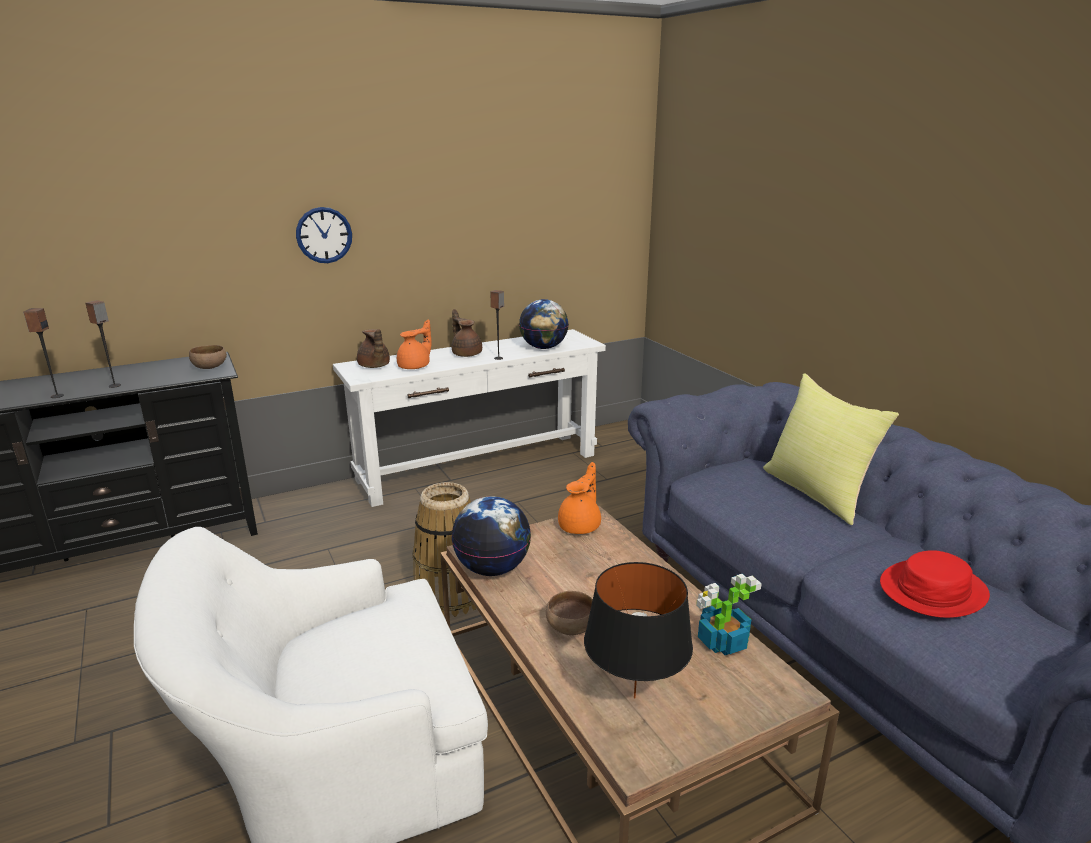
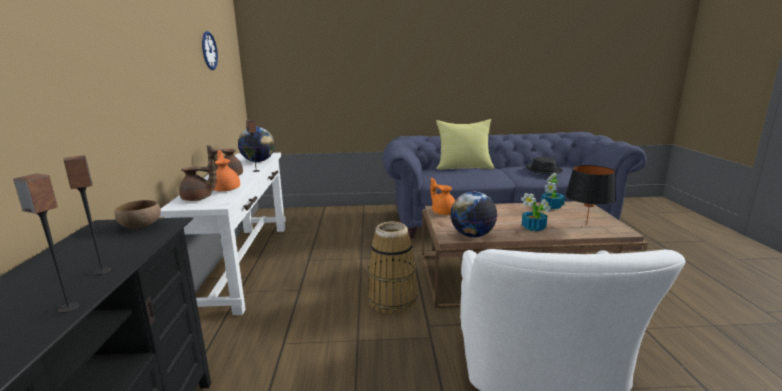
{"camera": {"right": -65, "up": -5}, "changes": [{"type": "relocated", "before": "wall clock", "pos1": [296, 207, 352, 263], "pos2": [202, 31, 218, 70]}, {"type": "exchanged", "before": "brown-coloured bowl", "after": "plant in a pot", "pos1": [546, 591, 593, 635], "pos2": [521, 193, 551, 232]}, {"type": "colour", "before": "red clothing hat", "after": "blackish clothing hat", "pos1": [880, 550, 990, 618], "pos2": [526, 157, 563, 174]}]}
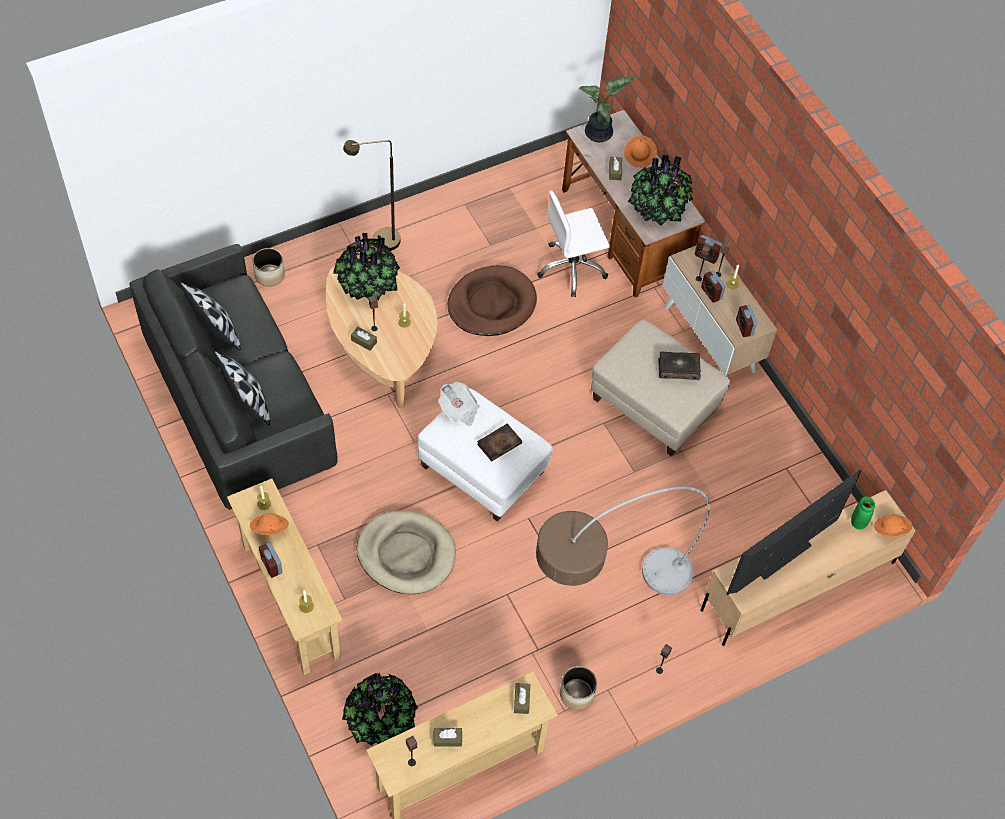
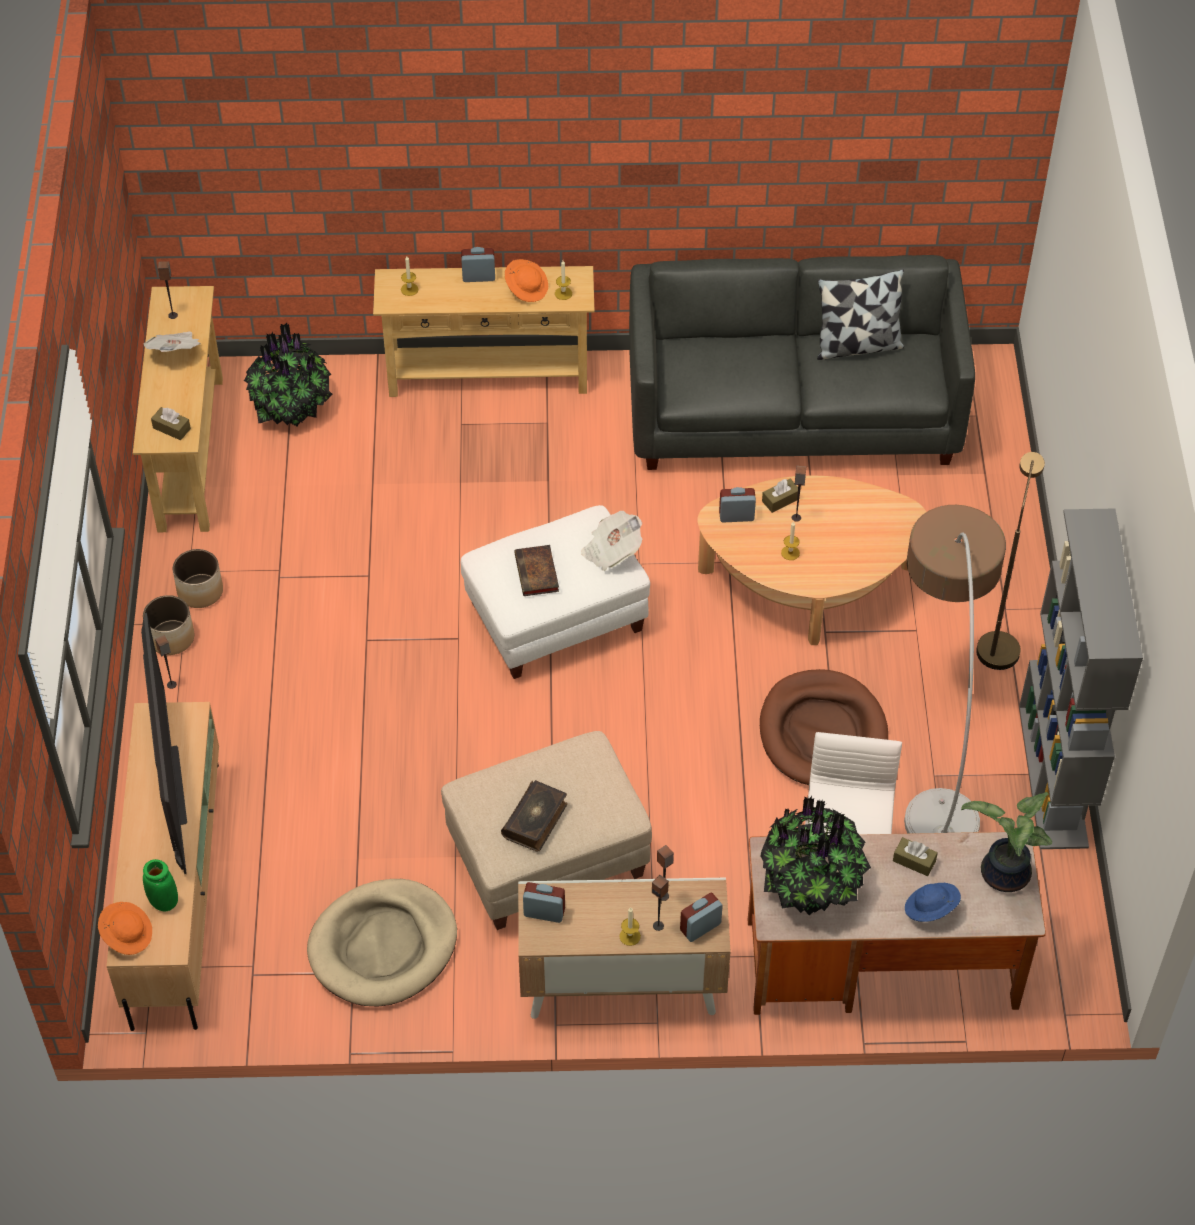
{"camera": {"right": 120, "up": -5}, "changes": [{"type": "exchanged", "before": "brown-coloured tissue holder", "after": "daily paper", "pos1": [434, 728, 462, 747], "pos2": [143, 331, 201, 352]}, {"type": "relocated", "before": "planter", "pos1": [253, 248, 285, 287], "pos2": [143, 595, 194, 655]}, {"type": "relocated", "before": "beige dog cushion", "pos1": [357, 511, 456, 594], "pos2": [307, 879, 457, 1007]}, {"type": "relocated", "before": "bedside clock", "pos1": [701, 270, 726, 303], "pos2": [719, 487, 756, 522]}, {"type": "relocated", "before": "standard lamp", "pos1": [536, 486, 710, 595], "pos2": [904, 505, 1006, 834]}, {"type": "colour", "before": "orange-coloured clothing hat", "after": "blue-coloured clothing hat", "pos1": [624, 135, 657, 168], "pos2": [905, 883, 961, 922]}, {"type": "appeared", "after": "grey bookshelf", "pos2": [1019, 509, 1143, 849]}, {"type": "missing", "before": "throw pillow", "pos1": [215, 351, 270, 425]}, {"type": "missing", "before": "plant in a pot", "pos1": [333, 232, 400, 300]}]}
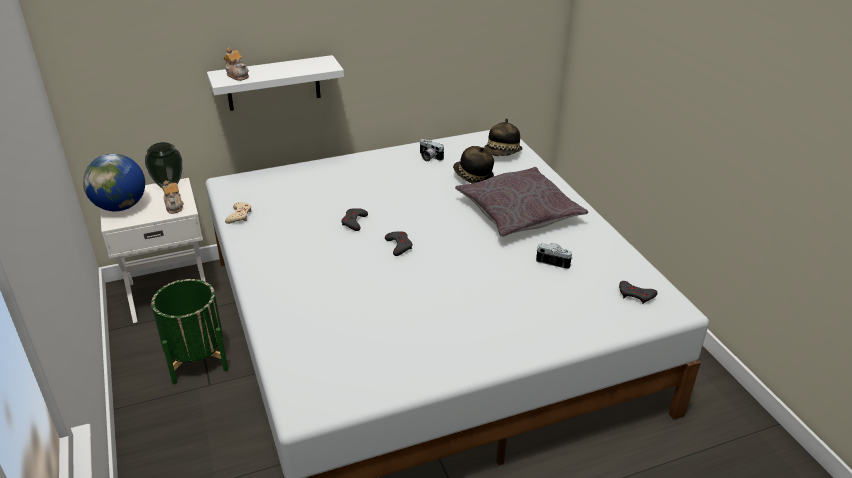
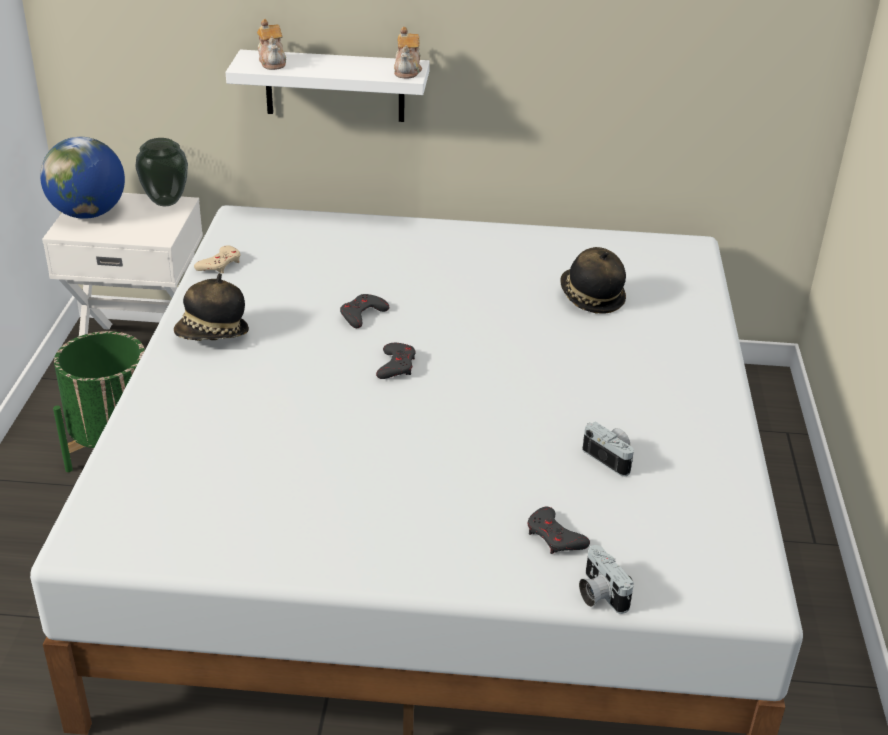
{"camera": {"right": 25, "up": 0}, "changes": [{"type": "relocated", "before": "clothing hat", "pos1": [484, 118, 522, 156], "pos2": [174, 273, 249, 341]}, {"type": "relocated", "before": "tea pot", "pos1": [162, 181, 184, 214], "pos2": [394, 27, 422, 78]}, {"type": "relocated", "before": "grey joypad", "pos1": [619, 281, 657, 304], "pos2": [527, 507, 590, 554]}, {"type": "relocated", "before": "photo camera", "pos1": [420, 139, 444, 162], "pos2": [579, 545, 634, 614]}, {"type": "missing", "before": "grey throw pillow", "pos1": [455, 167, 588, 237]}]}
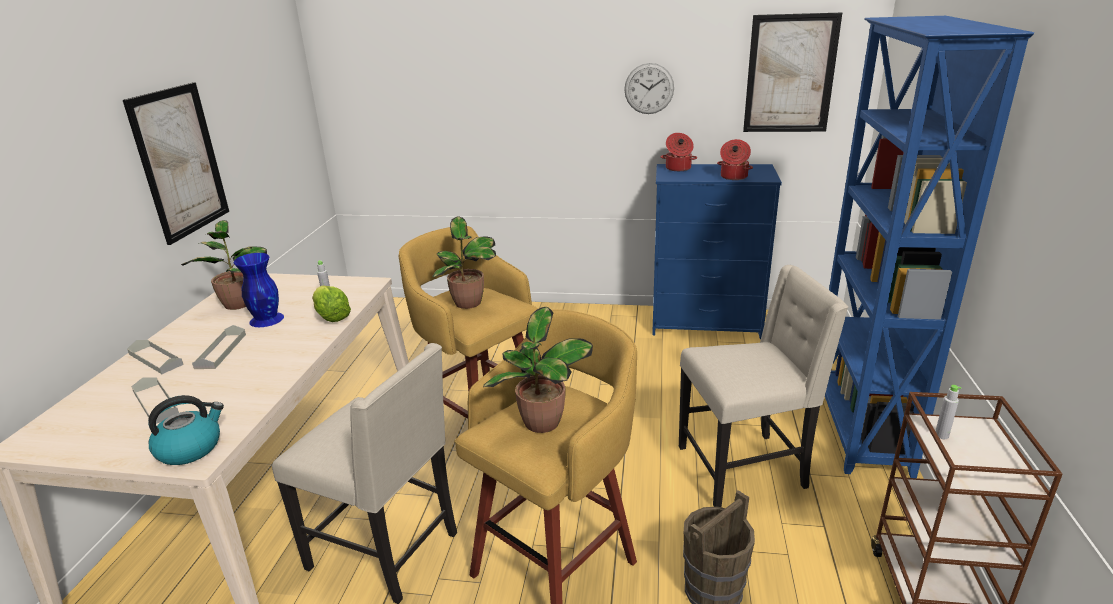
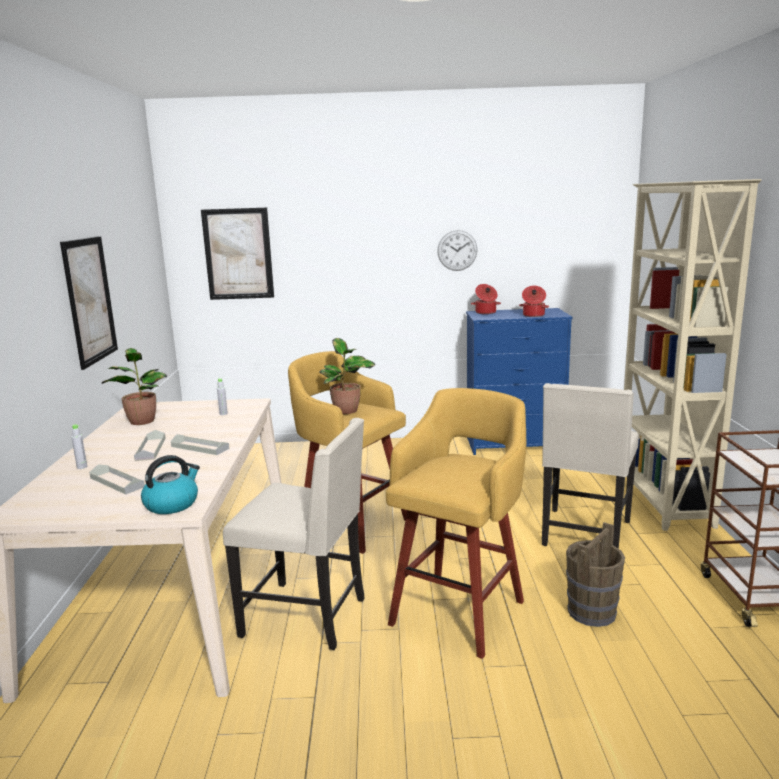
{"camera": {"right": -10, "up": -10}, "changes": [{"type": "relocated", "before": "grey bottle", "pos1": [935, 385, 961, 439], "pos2": [71, 424, 87, 469]}, {"type": "relocated", "before": "grey carrying tray", "pos1": [127, 340, 184, 374], "pos2": [171, 434, 229, 455]}, {"type": "relocated", "before": "wall picture", "pos1": [743, 13, 842, 132], "pos2": [201, 208, 274, 300]}, {"type": "spun", "before": "beige chair", "pos1": [679, 265, 849, 507], "pos2": [542, 383, 639, 549], "turn": 135}, {"type": "colour", "before": "blue-coloured bookshelf", "after": "beige bookshelf", "pos1": [825, 16, 1034, 478], "pos2": [624, 179, 762, 531]}, {"type": "missing", "before": "blue-coloured vase", "pos1": [234, 253, 284, 327]}, {"type": "missing", "before": "lettuce head", "pos1": [312, 286, 351, 322]}, {"type": "missing", "before": "plant in a pot", "pos1": [483, 307, 593, 433]}]}
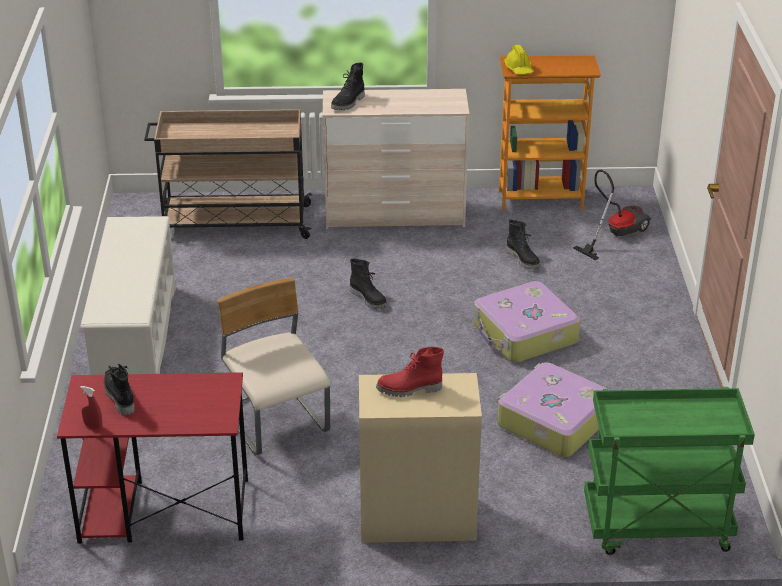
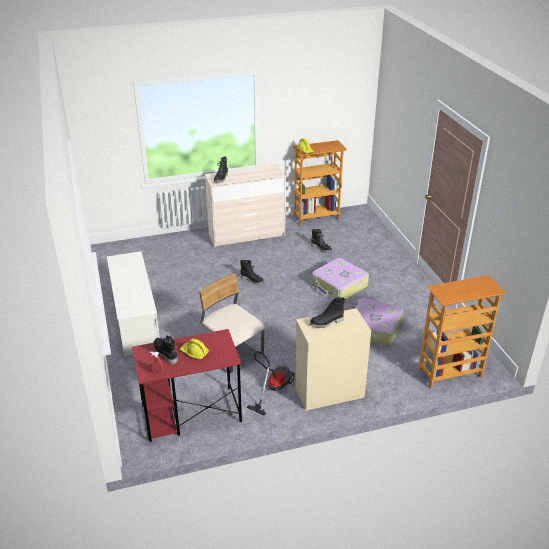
{"camera": {"right": -15, "up": 0}, "changes": [{"type": "appeared", "after": "yellowish safety helmet", "pos2": [180, 339, 209, 360]}, {"type": "relocated", "before": "vacuum", "pos1": [573, 169, 651, 260], "pos2": [247, 351, 295, 416]}, {"type": "colour", "before": "red tall boot", "after": "blackish tall boot", "pos1": [376, 347, 444, 397], "pos2": [310, 297, 345, 328]}, {"type": "exchanged", "before": "greenish trolley", "after": "bookshelf", "pos1": [584, 387, 755, 555], "pos2": [418, 275, 506, 389]}, {"type": "missing", "before": "beige trolley", "pos1": [144, 109, 313, 239]}]}
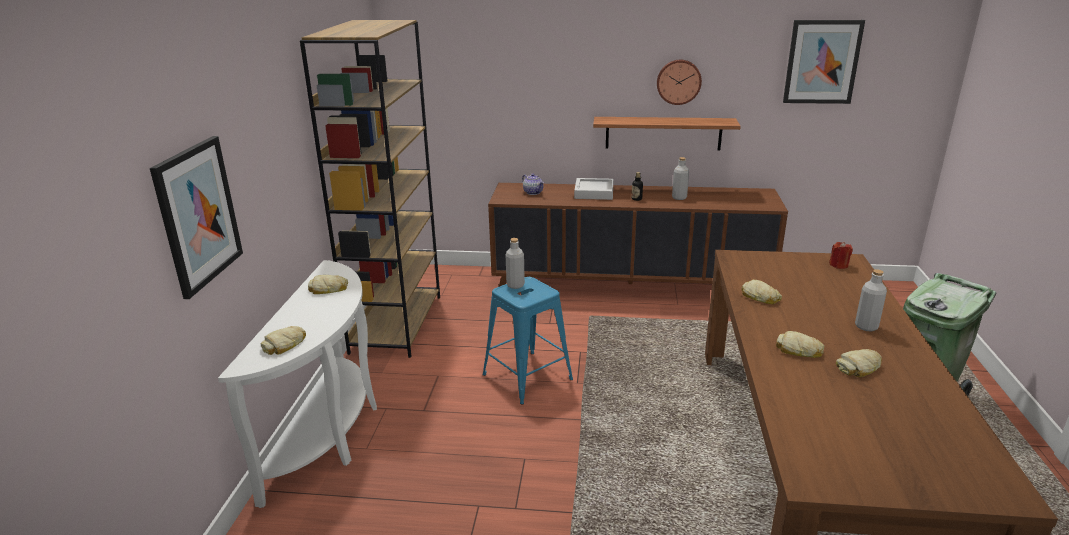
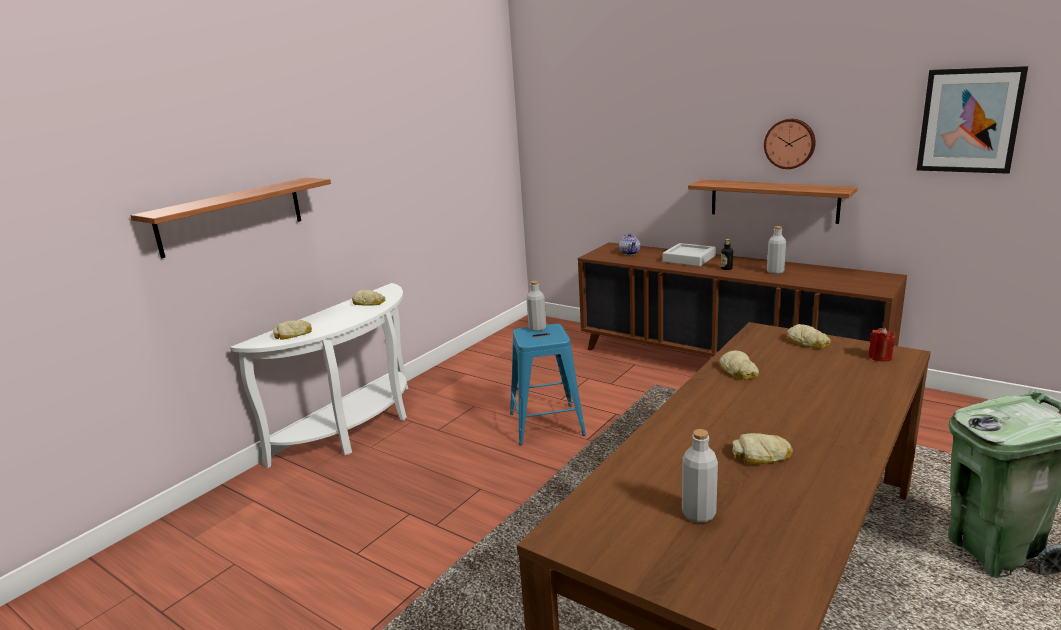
{"camera": {"right": 30, "up": -5}, "changes": [{"type": "exchanged", "before": "wall picture", "after": "bracket shelf", "pos1": [150, 136, 243, 299], "pos2": [130, 178, 331, 258]}, {"type": "relocated", "before": "grey bottle", "pos1": [855, 269, 887, 331], "pos2": [682, 429, 718, 523]}, {"type": "relocated", "before": "baked bread", "pos1": [776, 331, 825, 358], "pos2": [787, 324, 831, 349]}, {"type": "missing", "before": "brown-coloured bookshelf", "pos1": [300, 20, 440, 358]}]}
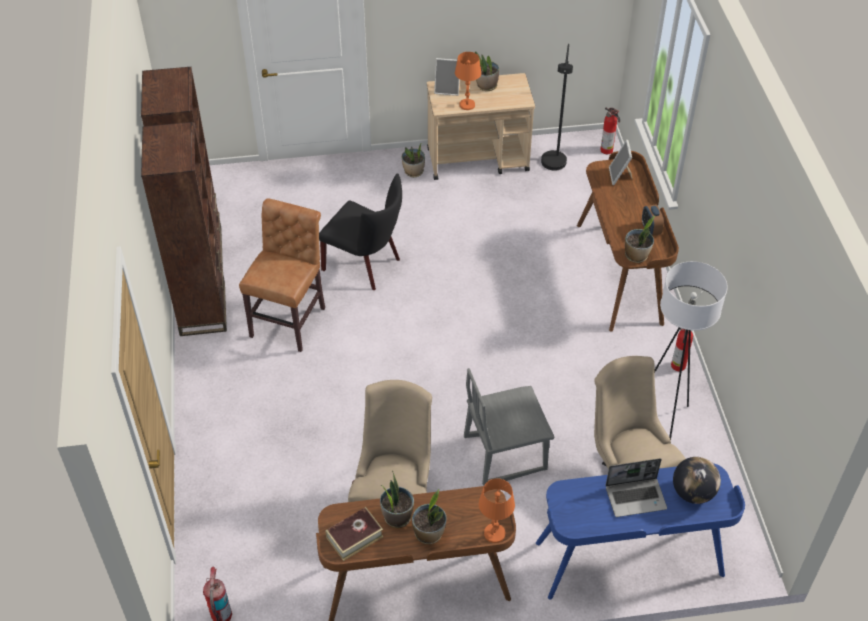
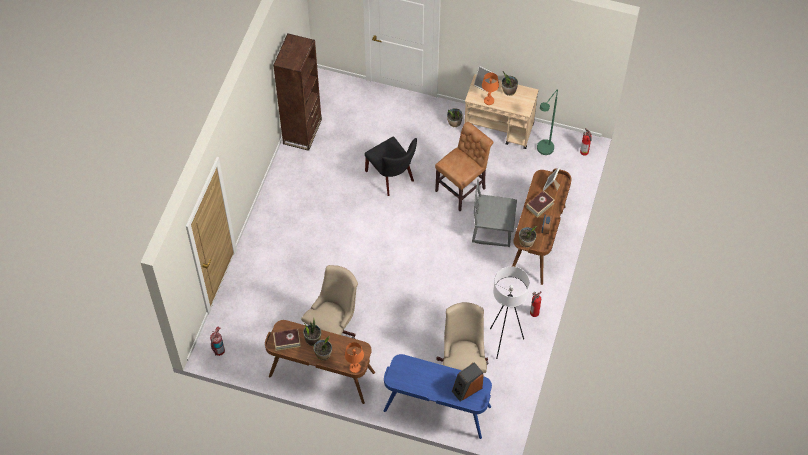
{"camera": {"right": 25, "up": 10}, "changes": [{"type": "relocated", "before": "brown-coloured chair", "pos1": [239, 198, 325, 352], "pos2": [435, 122, 493, 211]}, {"type": "exchanged", "before": "world globe", "after": "speaker", "pos1": [673, 457, 721, 504], "pos2": [452, 362, 484, 402]}, {"type": "relocated", "before": "grey chair", "pos1": [464, 368, 555, 486], "pos2": [472, 179, 517, 247]}, {"type": "appeared", "after": "bound book", "pos2": [526, 190, 555, 218]}, {"type": "colour", "before": "blackish standard lamp", "after": "greenish standard lamp", "pos1": [541, 44, 573, 171], "pos2": [537, 90, 558, 155]}, {"type": "missing", "before": "brown-coloured bookshelf", "pos1": [141, 122, 227, 336]}, {"type": "missing", "before": "laptop", "pos1": [606, 458, 667, 517]}]}
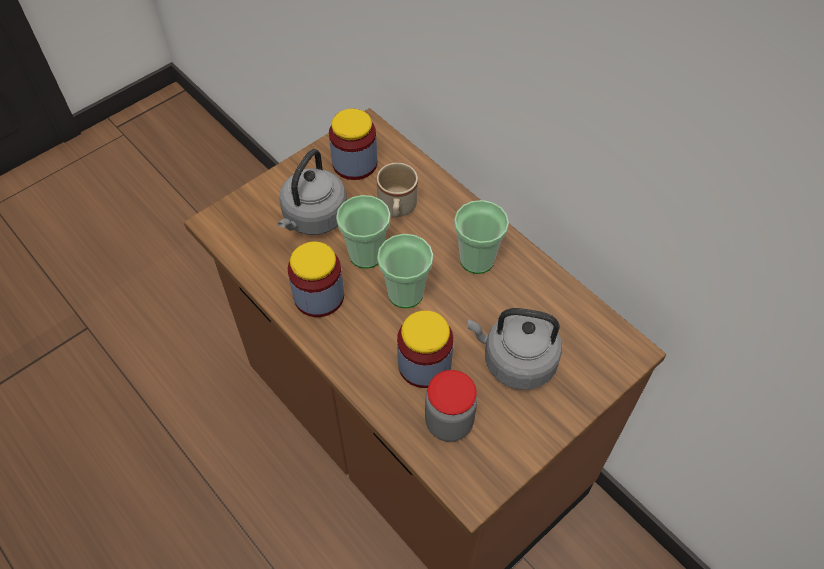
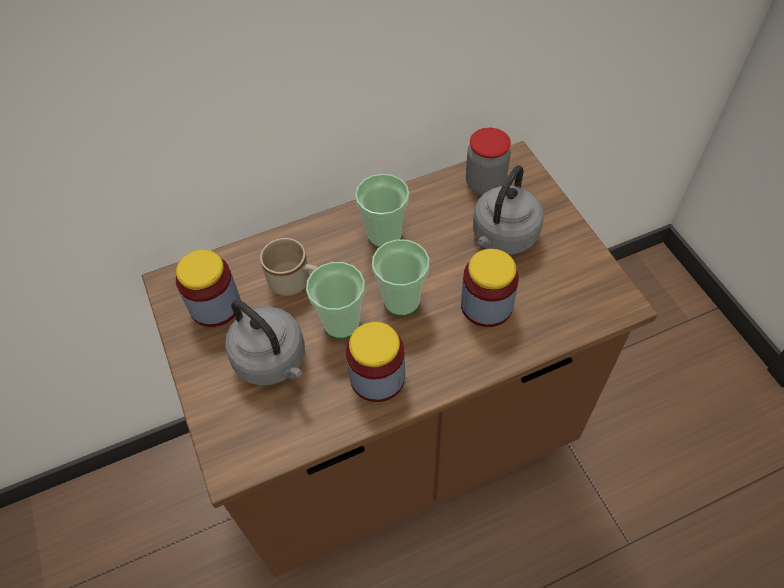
{"camera": {"right": -70, "up": 0}, "changes": [{"type": "relocated", "before": "jar", "pos1": [425, 370, 477, 442], "pos2": [466, 128, 511, 195]}]}
